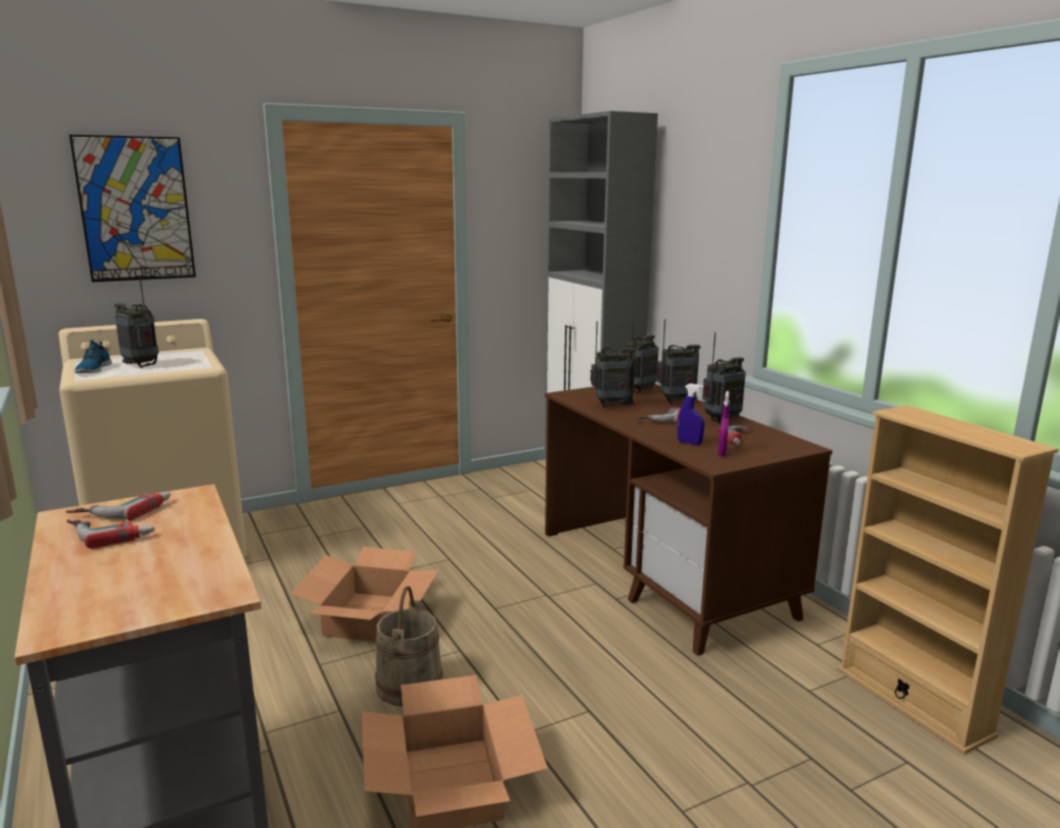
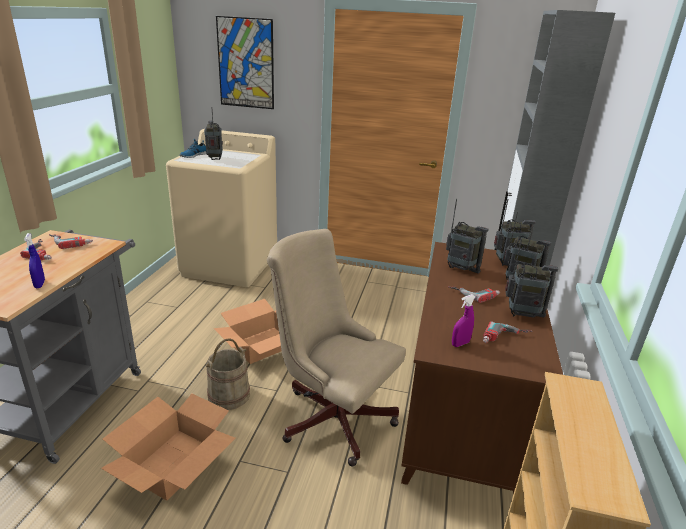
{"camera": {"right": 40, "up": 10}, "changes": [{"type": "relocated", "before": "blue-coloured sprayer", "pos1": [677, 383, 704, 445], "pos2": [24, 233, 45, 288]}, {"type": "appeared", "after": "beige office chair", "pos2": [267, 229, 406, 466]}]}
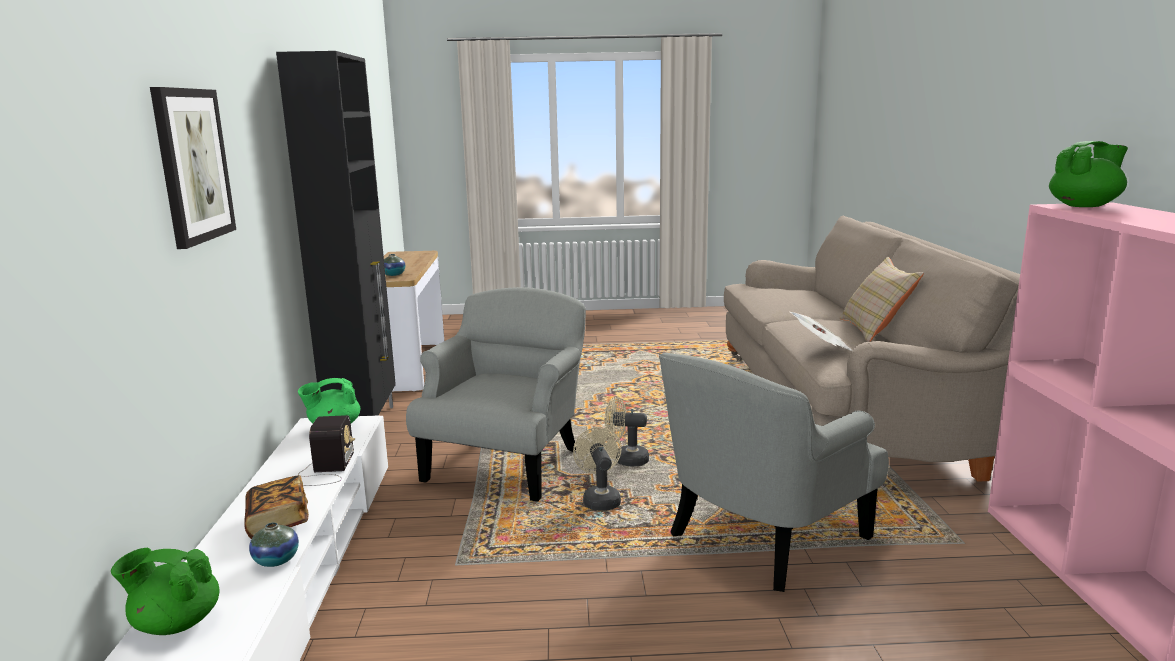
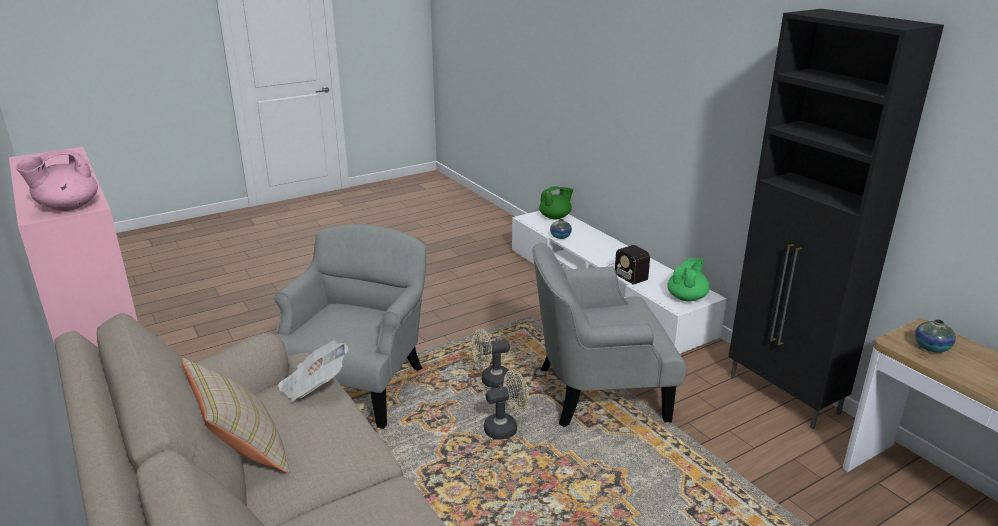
{"camera": {"right": 150, "up": 10}, "changes": [{"type": "colour", "before": "greenish tea pot", "after": "pinkish tea pot", "pos1": [1049, 141, 1128, 207], "pos2": [16, 150, 98, 211]}, {"type": "spun", "before": "beige cooling fan", "pos1": [573, 427, 622, 511], "pos2": [472, 329, 511, 388], "turn": 120}, {"type": "spun", "before": "grey armchair", "pos1": [406, 287, 586, 502], "pos2": [533, 243, 686, 427], "turn": 90}, {"type": "missing", "before": "wall picture", "pos1": [150, 87, 236, 249]}, {"type": "missing", "before": "bound book", "pos1": [244, 475, 309, 539]}]}
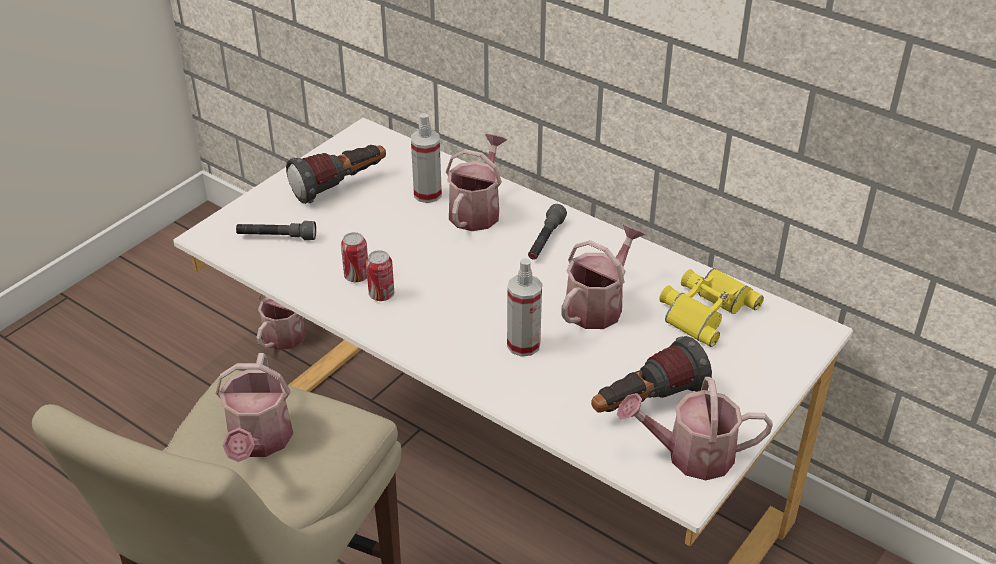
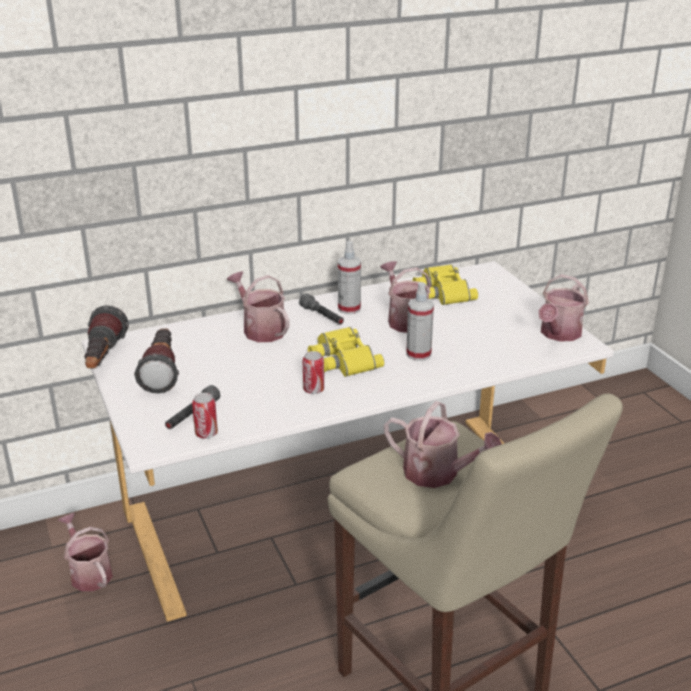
{"camera": {"right": -60, "up": -10}, "changes": [{"type": "relocated", "before": "torch", "pos1": [591, 336, 712, 413], "pos2": [84, 305, 129, 368]}, {"type": "relocated", "before": "sealed can", "pos1": [341, 232, 368, 282], "pos2": [192, 393, 218, 439]}, {"type": "appeared", "after": "yellowish field glasses", "pos2": [308, 327, 384, 377]}, {"type": "relocated", "before": "sprayer", "pos1": [411, 113, 442, 203], "pos2": [338, 241, 361, 314]}]}
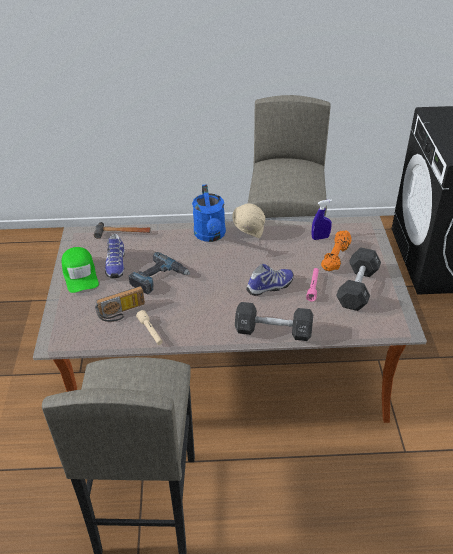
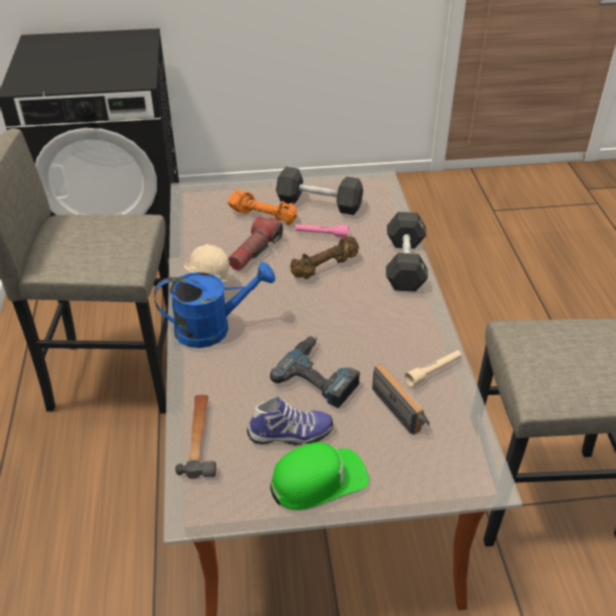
{"camera": {"right": -95, "up": 0}, "changes": [{"type": "appeared", "after": "torch", "pos2": [229, 217, 283, 271]}, {"type": "exchanged", "before": "low shoe", "after": "brown-coloured hand weight", "pos1": [246, 264, 294, 296], "pos2": [290, 236, 359, 279]}, {"type": "missing", "before": "blue-coloured sprayer", "pos1": [312, 200, 332, 240]}]}
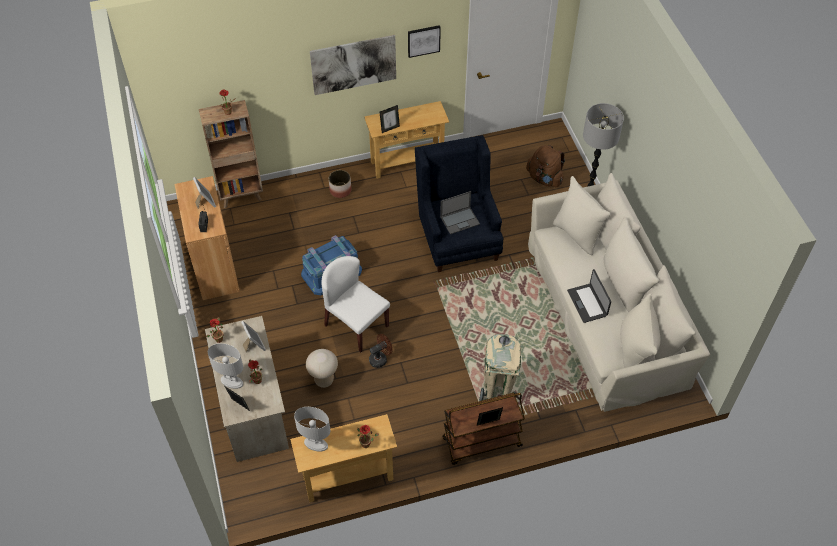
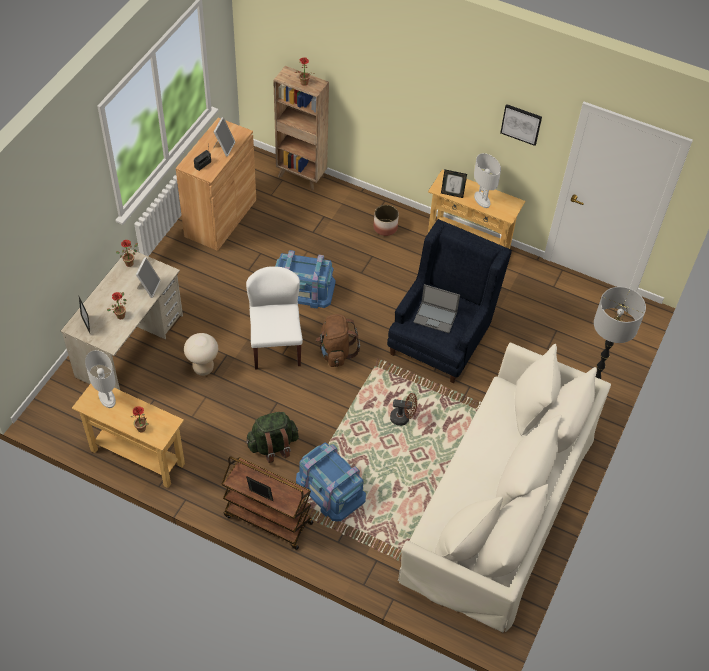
{"camera": {"right": 40, "up": 0}, "changes": [{"type": "appeared", "after": "greenish backpack", "pos2": [246, 412, 299, 463]}, {"type": "exchanged", "before": "beige rubbish bin", "after": "blue-coloured storage bin", "pos1": [479, 334, 521, 401], "pos2": [296, 442, 366, 522]}, {"type": "relocated", "before": "brown-coloured backpack", "pos1": [526, 145, 565, 187], "pos2": [316, 314, 360, 367]}, {"type": "relocated", "before": "brown-coloured cooling fan", "pos1": [369, 334, 392, 368], "pos2": [390, 393, 417, 426]}, {"type": "relocated", "before": "white-coloured lamp for a table", "pos1": [208, 343, 243, 389], "pos2": [474, 153, 501, 208]}, {"type": "missing", "before": "wall picture", "pos1": [310, 35, 396, 95]}, {"type": "missing", "before": "laptop", "pos1": [567, 269, 611, 323]}]}
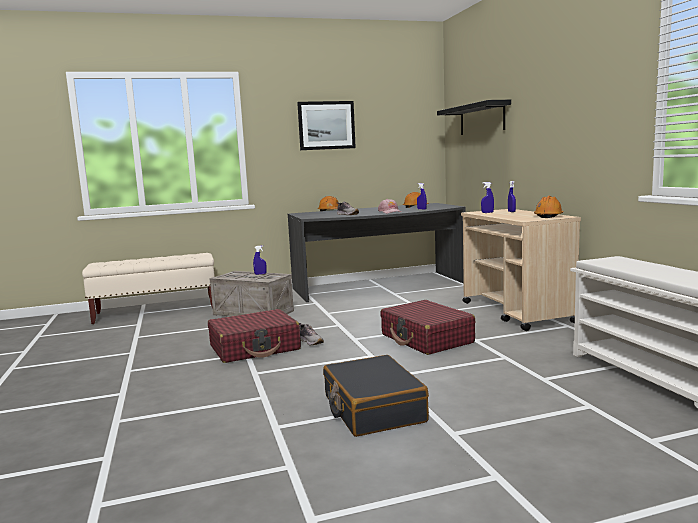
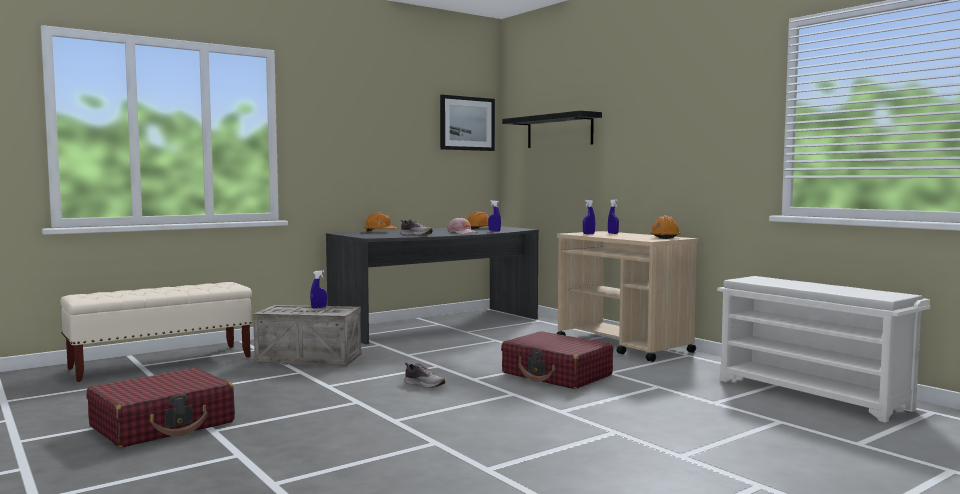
{"camera": {"right": -20, "up": -5}, "changes": [{"type": "relocated", "before": "red travel case", "pos1": [208, 309, 301, 363], "pos2": [87, 368, 235, 448]}, {"type": "relocated", "before": "wall picture", "pos1": [297, 101, 356, 150], "pos2": [440, 95, 495, 151]}, {"type": "missing", "before": "blackish travel case", "pos1": [323, 355, 429, 437]}]}
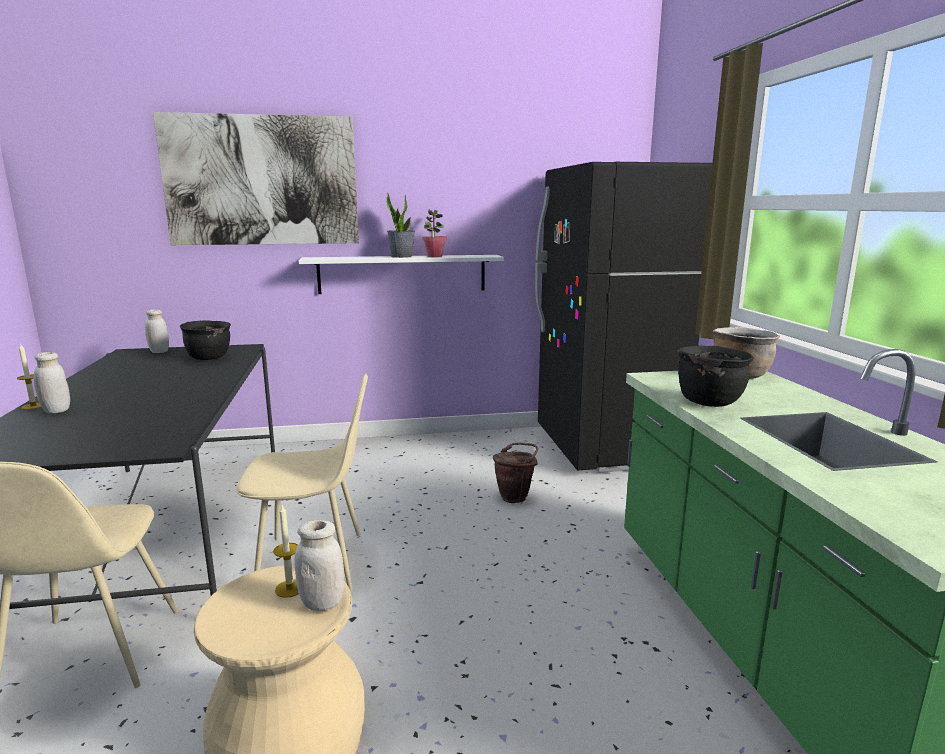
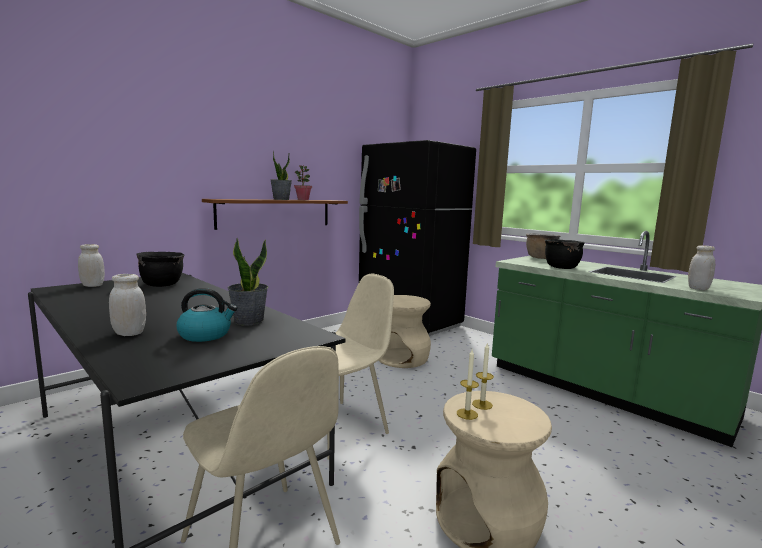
{"camera": {"right": -35, "up": -5}, "changes": [{"type": "appeared", "after": "tea kettle", "pos2": [176, 288, 237, 342]}, {"type": "colour", "before": "white-coloured bracket shelf", "after": "brown-coloured bracket shelf", "pos1": [298, 255, 504, 294], "pos2": [202, 199, 348, 230]}, {"type": "appeared", "after": "plant in a pot", "pos2": [227, 238, 268, 326]}, {"type": "exchanged", "before": "brown-coloured water bucket", "after": "beige stool seat", "pos1": [493, 442, 538, 503], "pos2": [379, 295, 431, 368]}, {"type": "relocated", "before": "candle", "pos1": [17, 343, 41, 409], "pos2": [457, 350, 479, 420]}, {"type": "relocated", "before": "white-coloured jar", "pos1": [294, 520, 344, 611], "pos2": [688, 246, 715, 290]}, {"type": "missing", "before": "wall picture", "pos1": [153, 112, 359, 245]}]}
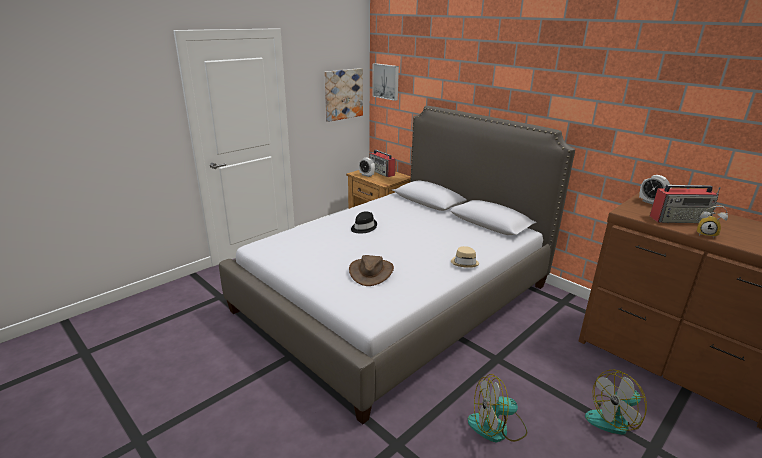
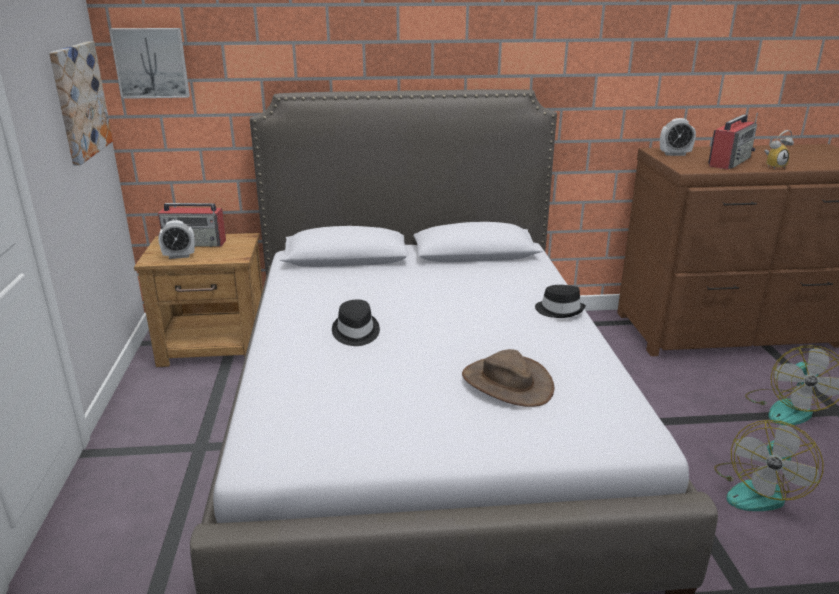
{"camera": {"right": -50, "up": 0}, "changes": [{"type": "colour", "before": "beige clothing hat", "after": "blackish clothing hat", "pos1": [451, 246, 479, 268], "pos2": [535, 285, 586, 318]}]}
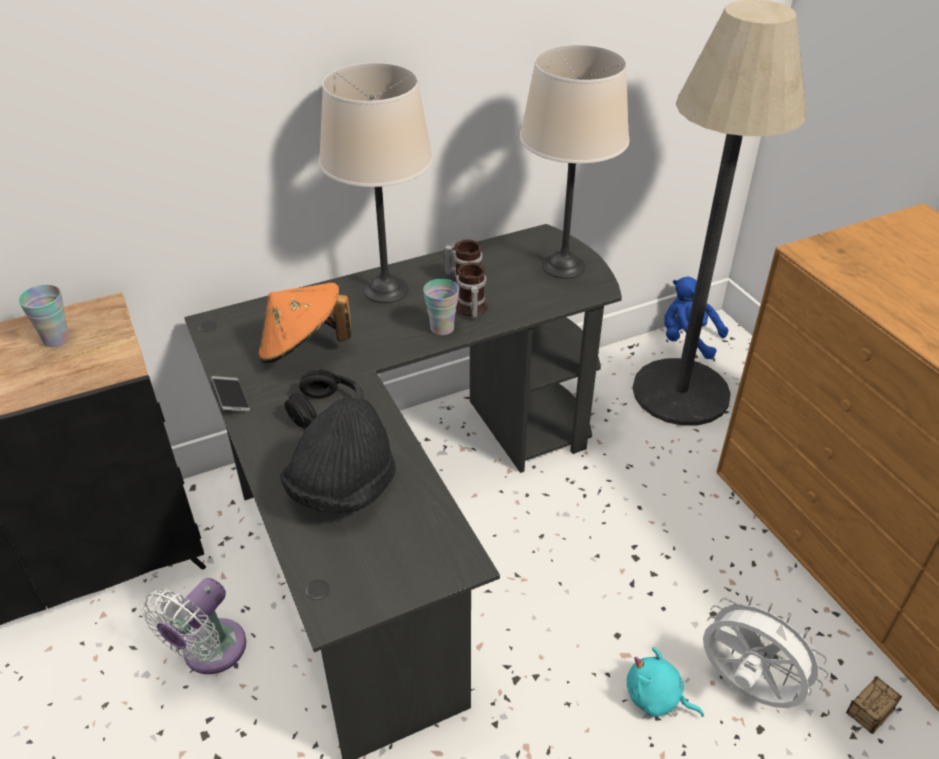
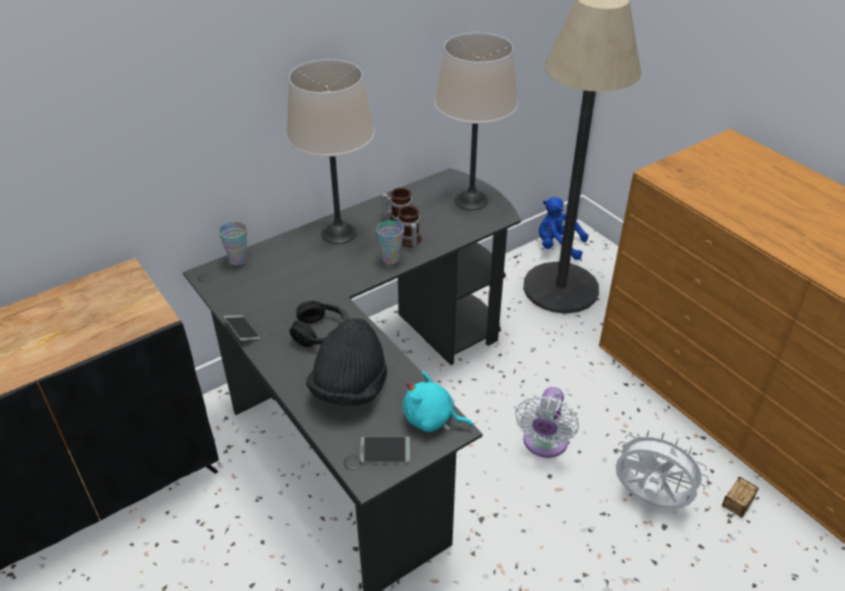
{"camera": {"right": -10, "up": 0}, "changes": [{"type": "relocated", "before": "drinking cup", "pos1": [19, 285, 70, 347], "pos2": [218, 221, 248, 265]}, {"type": "appeared", "after": "handset", "pos2": [360, 437, 410, 463]}, {"type": "relocated", "before": "turquoise-coloured soft toy", "pos1": [627, 647, 704, 717], "pos2": [403, 372, 474, 432]}, {"type": "relocated", "before": "white-coloured cooling fan", "pos1": [142, 578, 246, 674], "pos2": [515, 387, 579, 458]}, {"type": "missing", "before": "orange-coloured clothing hat", "pos1": [258, 283, 352, 363]}]}
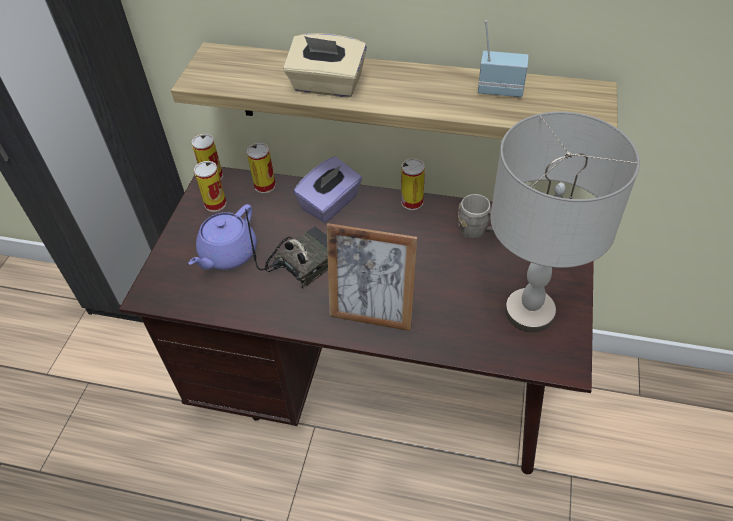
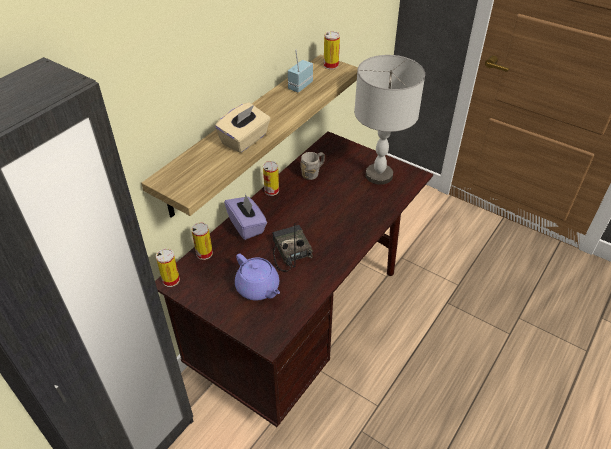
{"camera": {"right": -70, "up": -5}, "changes": [{"type": "relocated", "before": "sealed can", "pos1": [194, 161, 227, 212], "pos2": [324, 31, 340, 70]}, {"type": "missing", "before": "standing frame", "pos1": [327, 223, 418, 331]}]}
